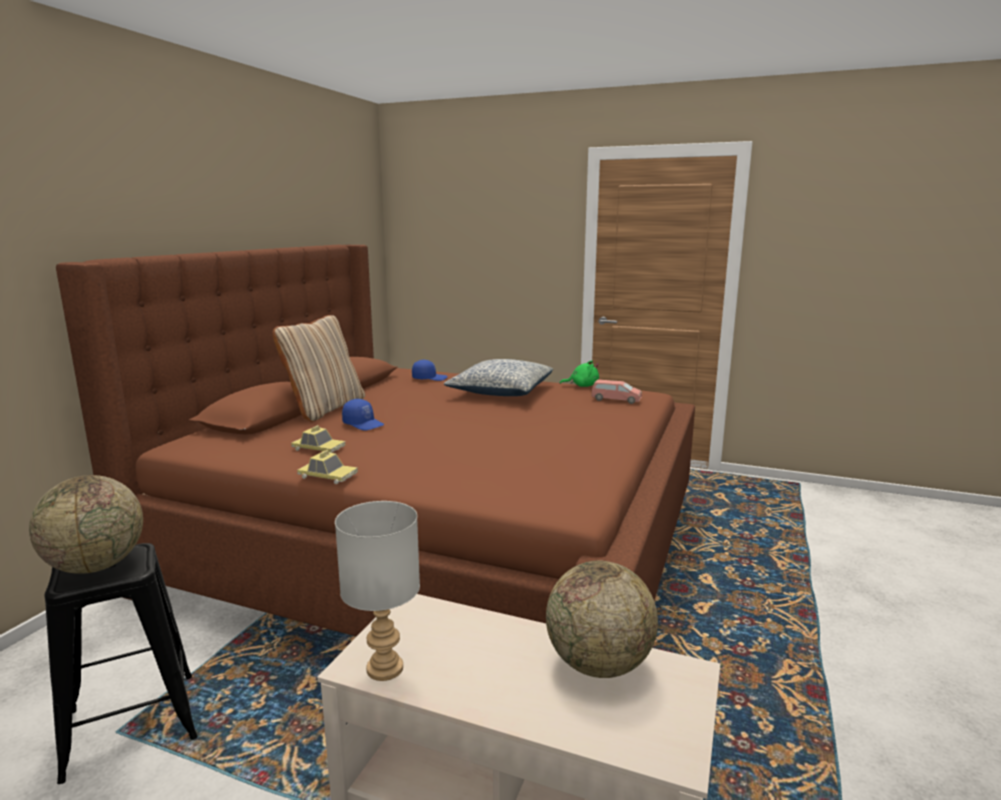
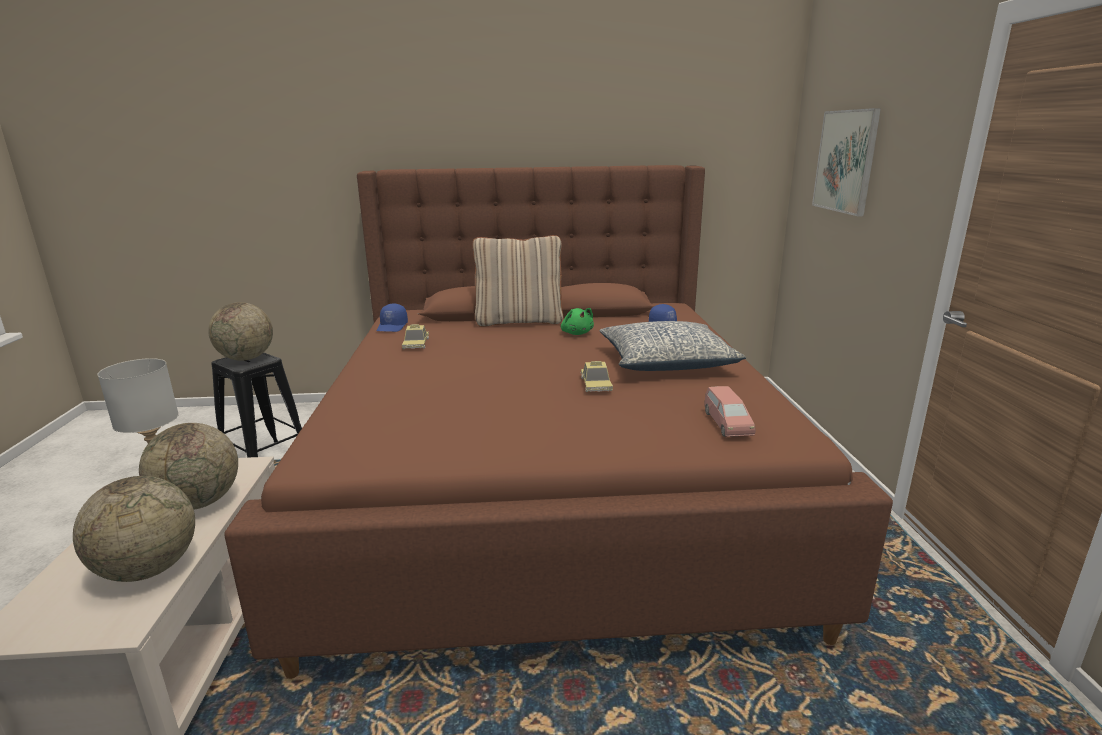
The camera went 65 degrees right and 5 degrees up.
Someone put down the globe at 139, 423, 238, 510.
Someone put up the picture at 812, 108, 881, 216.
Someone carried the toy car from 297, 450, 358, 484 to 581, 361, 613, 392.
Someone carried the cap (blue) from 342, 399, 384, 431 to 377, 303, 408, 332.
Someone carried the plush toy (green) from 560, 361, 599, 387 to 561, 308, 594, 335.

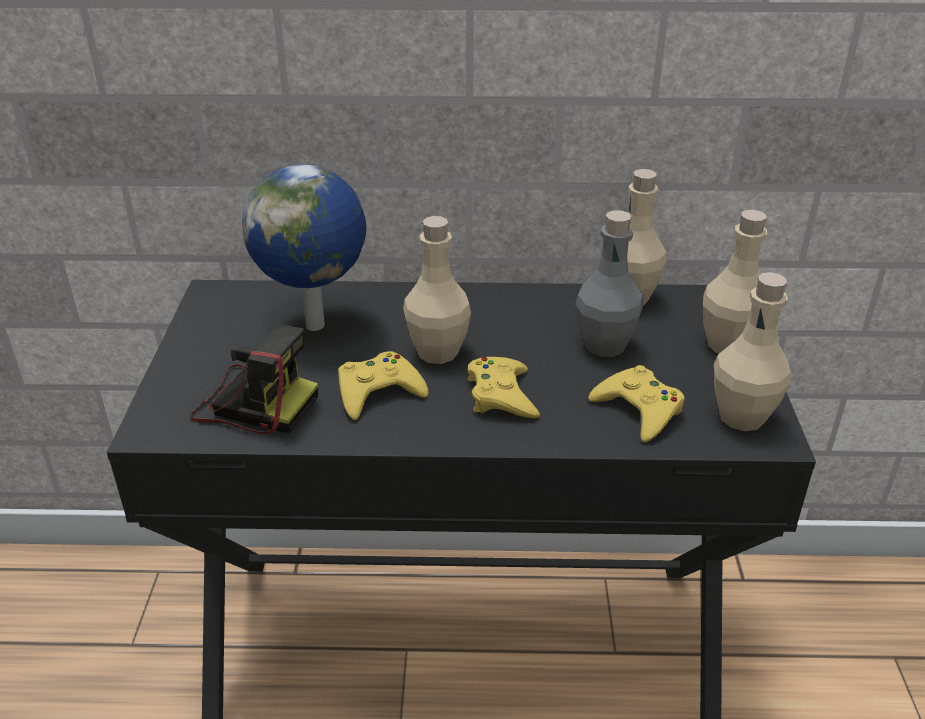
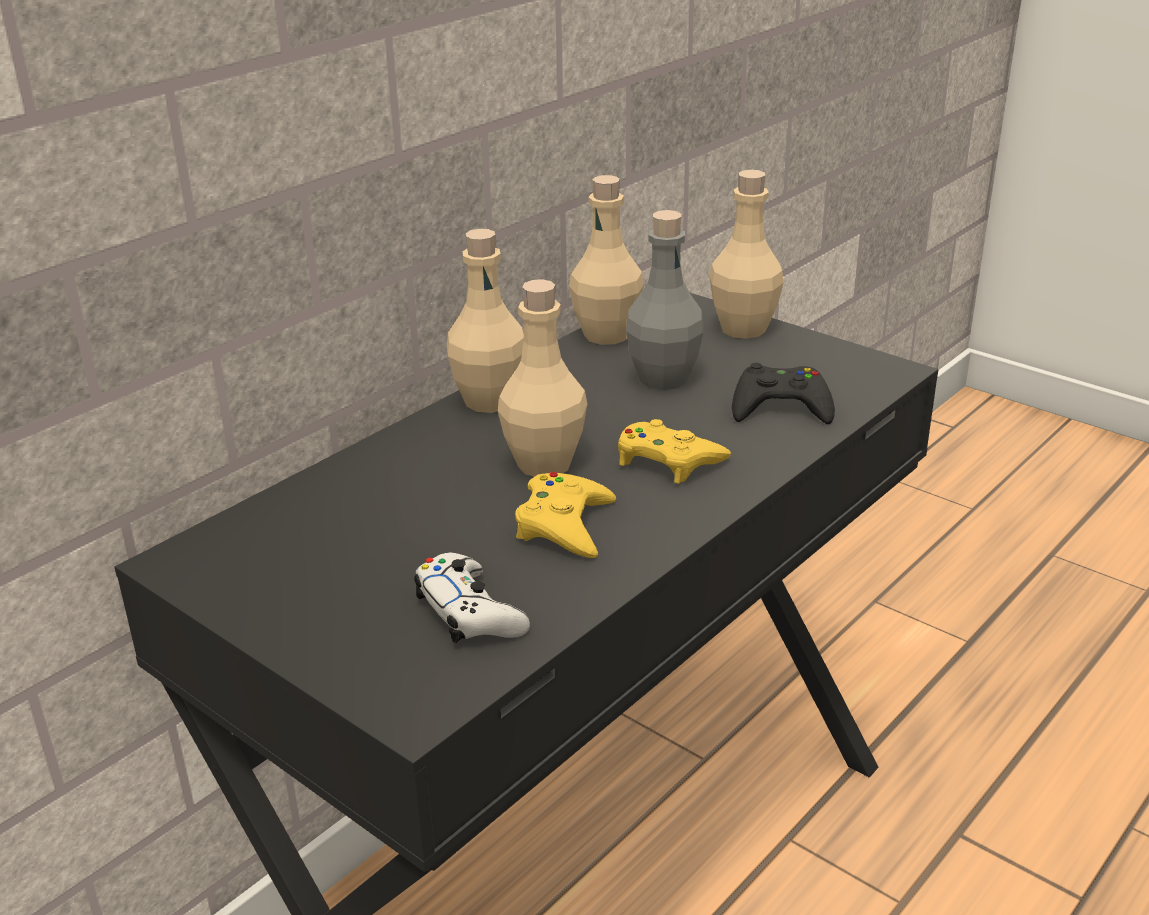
The camera went 50 degrees left and 5 degrees down.
Someone took away the globe at 242, 164, 366, 331.
Someone carried the bottle (beige) from 714, 272, 791, 431 to 447, 229, 524, 413.
Someone swapped the photo camera at 190, 325, 318, 434 for the game controller (white) at 414, 553, 530, 643.
Someone repainted the game controller (yellow) at 588, 365, 684, 442, which became the game controller (black) at 732, 363, 835, 424.

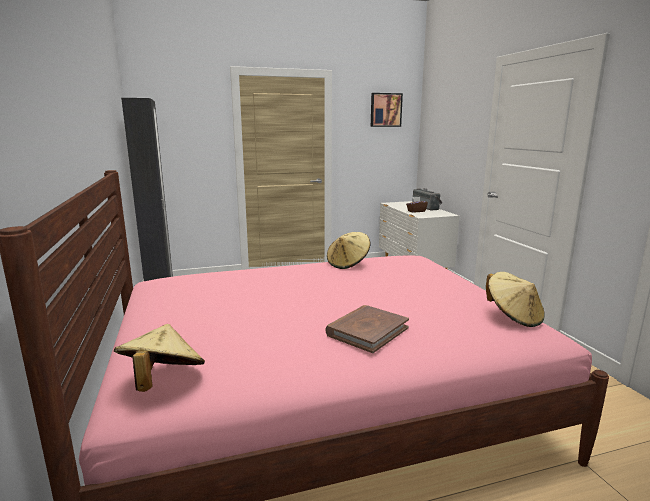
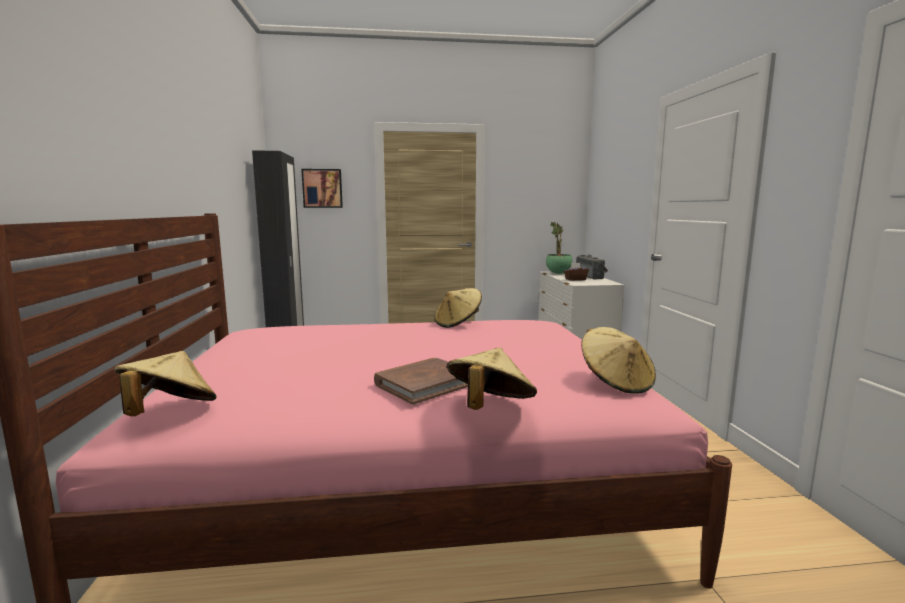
The camera went 10 degrees right and 5 degrees down.
Someone put down the hat (beige) at 447, 348, 537, 410.
Someone put down the potted plant at 546, 222, 572, 274.
Someone carried the picture from 371, 93, 403, 127 to 301, 169, 343, 208.

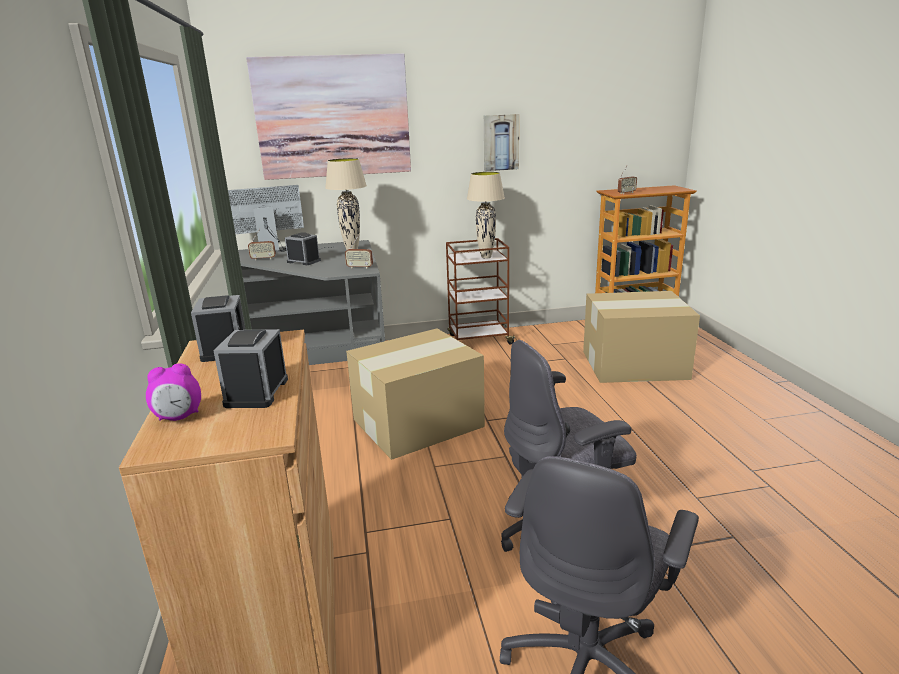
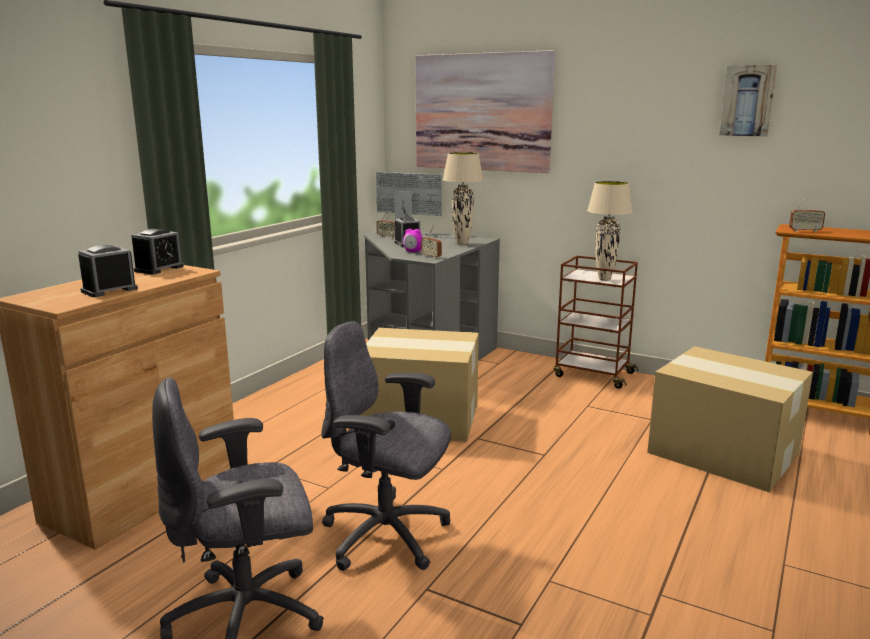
The camera went 40 degrees right and 5 degrees down.
Someone carried the alarm clock from 146, 363, 201, 421 to 403, 229, 423, 252.
Someone carried the picture from 484, 114, 519, 171 to 719, 65, 777, 136.

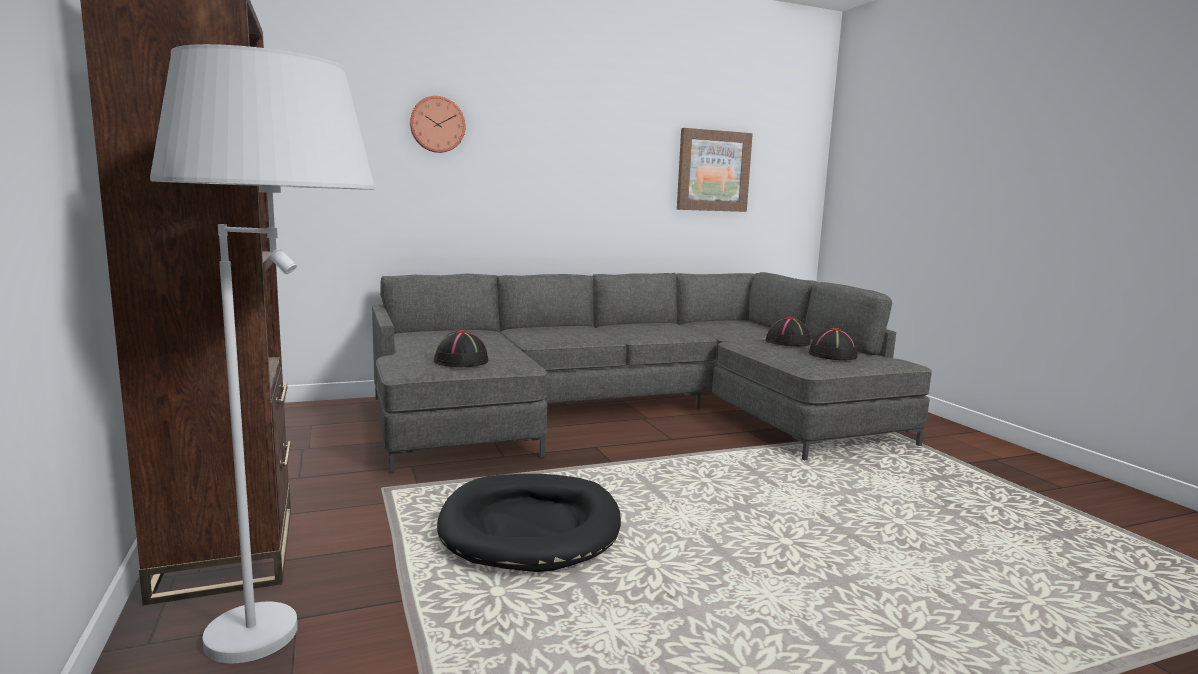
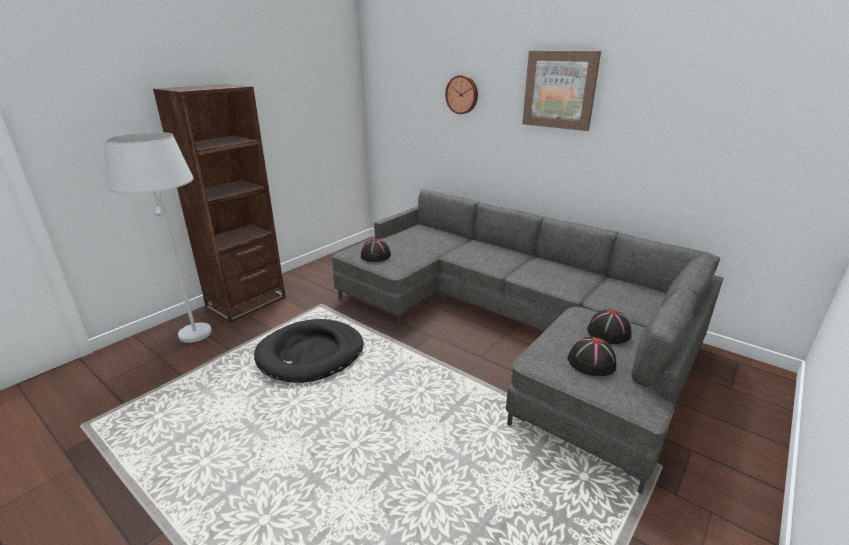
The camera went 60 degrees right and 15 degrees up.
Someone carried the picture from 677, 128, 753, 212 to 522, 51, 601, 131.

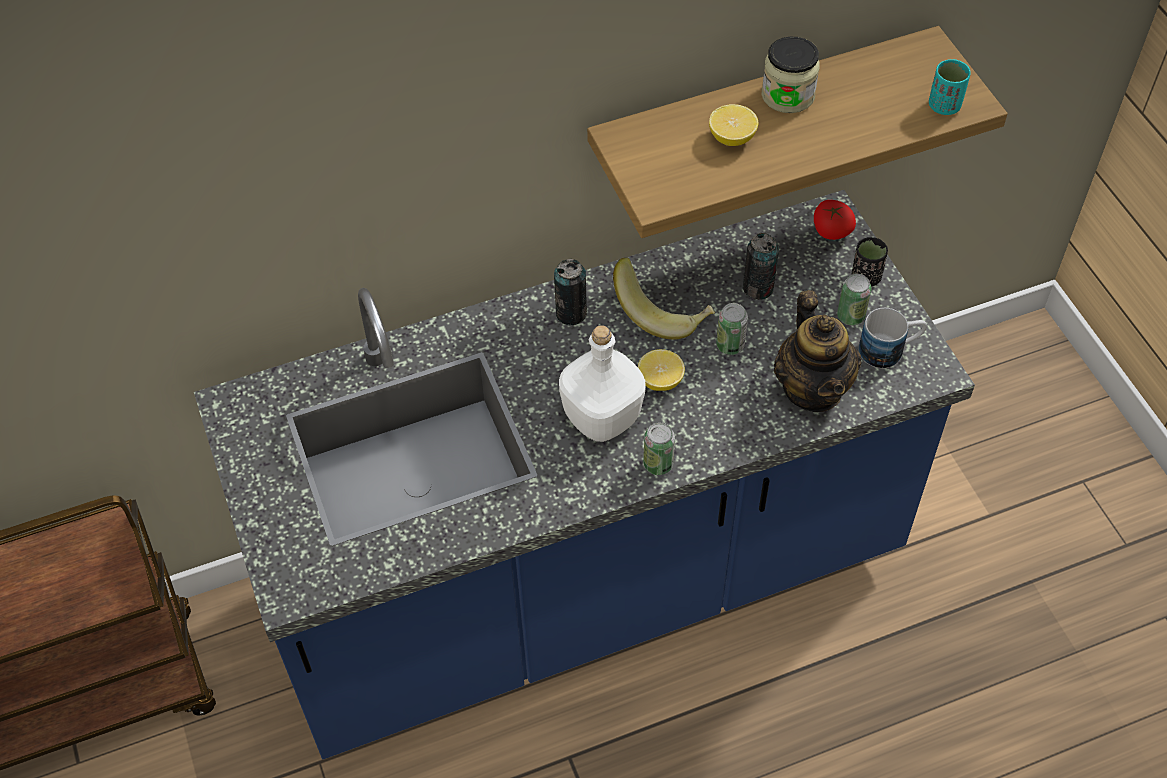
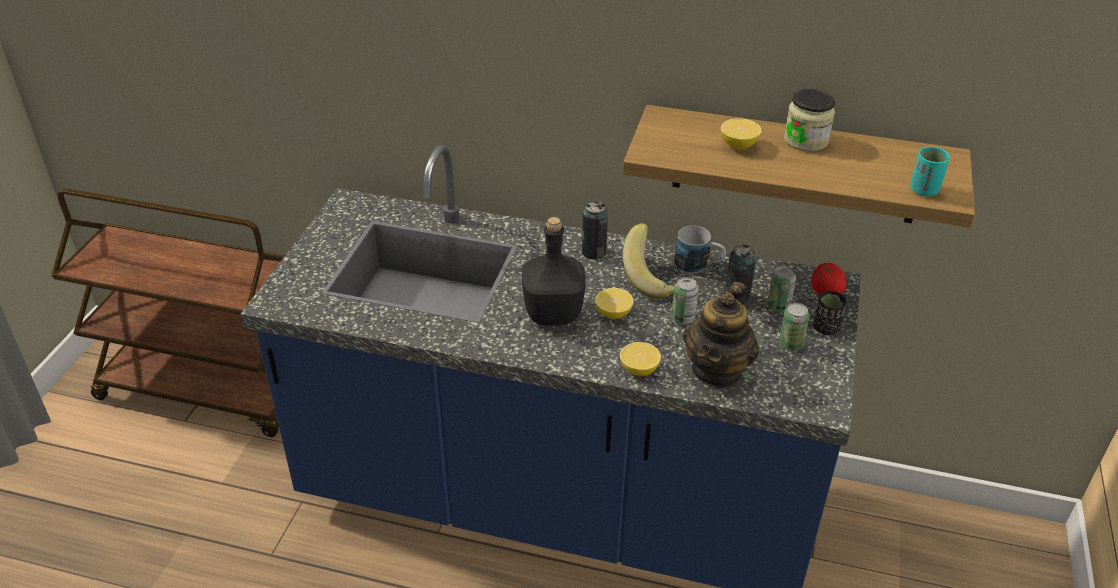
The camera went 35 degrees right and 15 degrees down.
Someone put down the lemon at 620, 342, 661, 376.
Someone carried the can from 643, 423, 675, 475 to 767, 266, 796, 312.
Someone carried the mug from 859, 308, 927, 369 to 674, 225, 726, 273.
Someone repainted the bottle (white) at 559, 325, 646, 442, which became the bottle (black) at 522, 217, 586, 326.

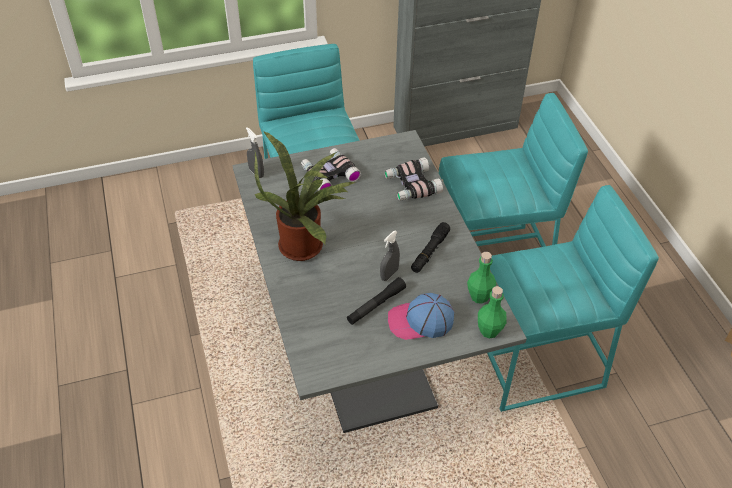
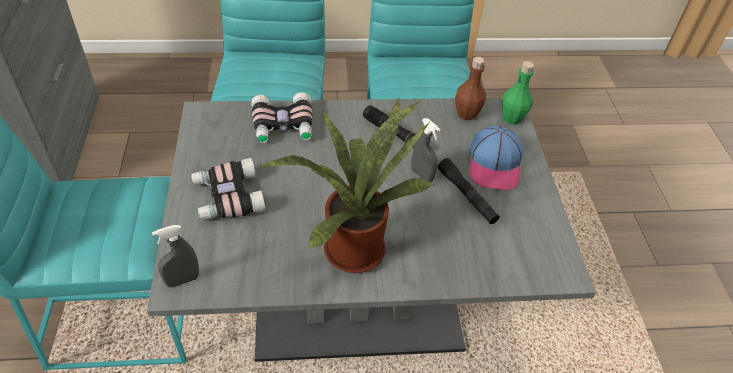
The camera went 80 degrees left and 0 degrees up.
Someone repainted the bottle (green) at 467, 252, 496, 304, which became the bottle (brown) at 455, 57, 486, 120.

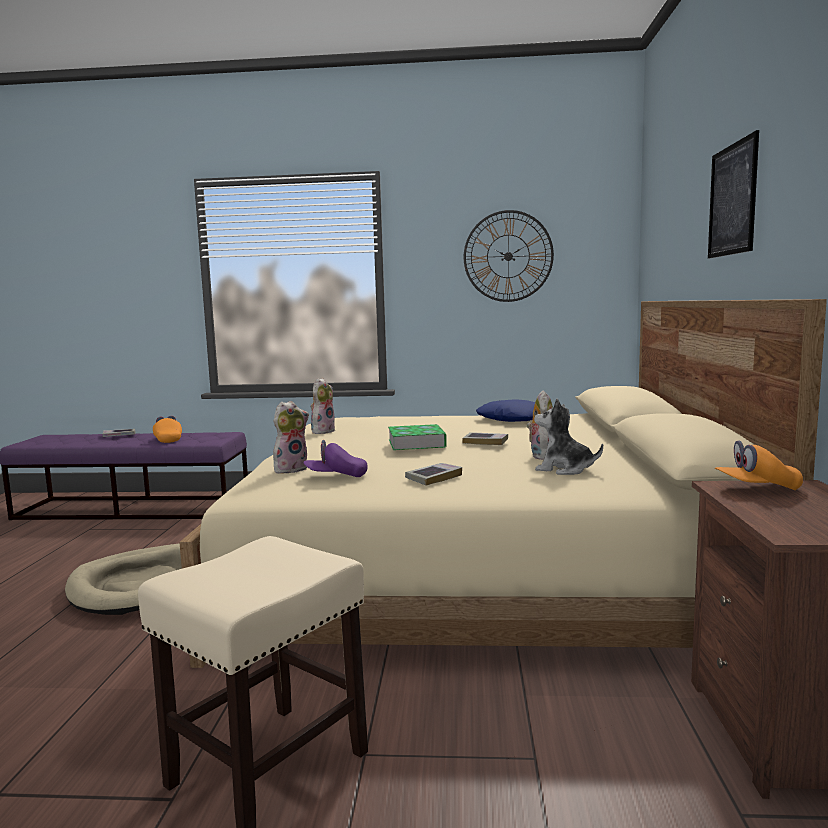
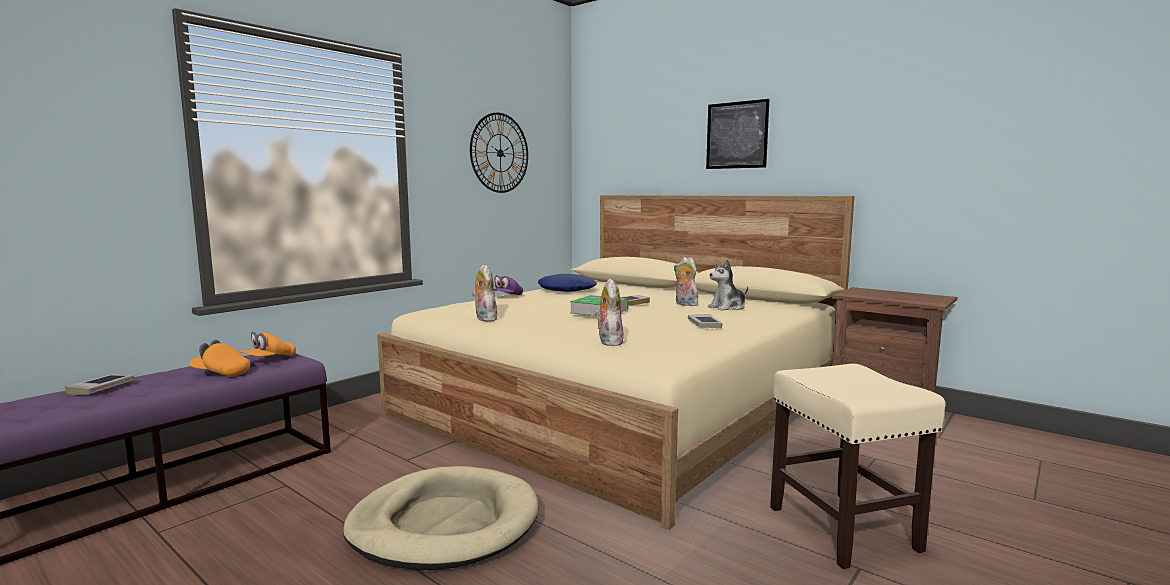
The camera went 55 degrees left and 0 degrees up.
Someone carried the cap (purple) from 304, 440, 368, 477 to 494, 275, 523, 295.
Someone carried the cap (orange) from 715, 440, 803, 490 to 241, 332, 296, 357.

